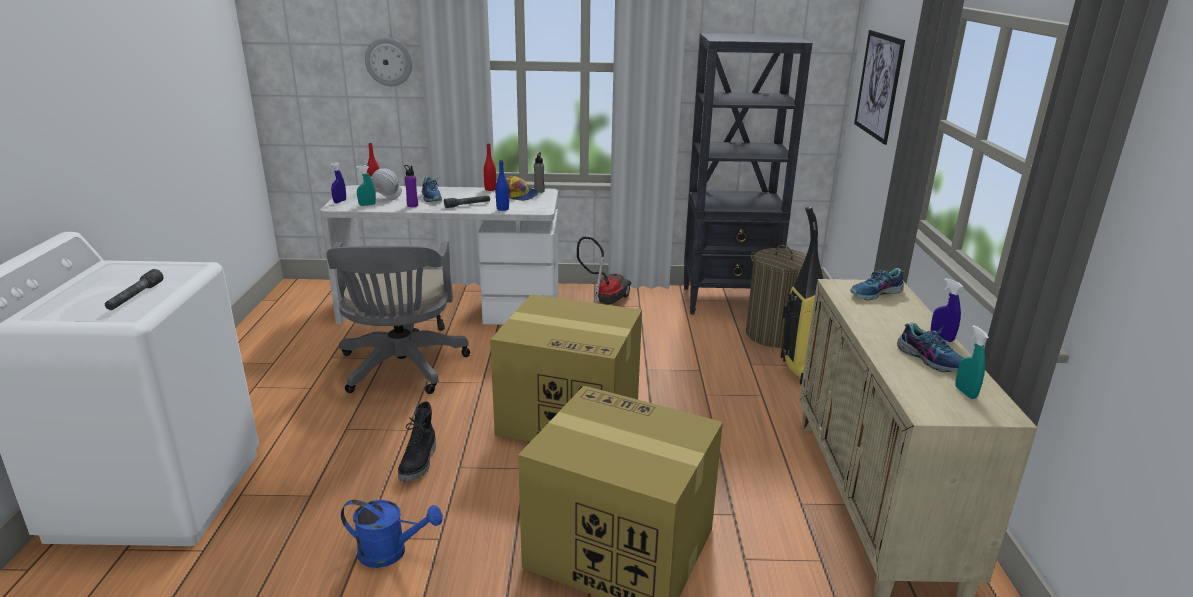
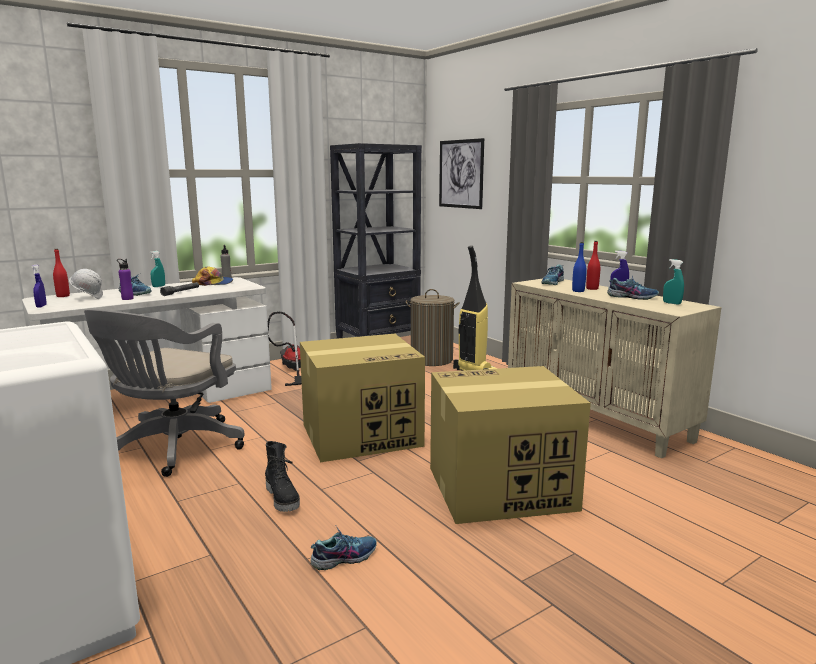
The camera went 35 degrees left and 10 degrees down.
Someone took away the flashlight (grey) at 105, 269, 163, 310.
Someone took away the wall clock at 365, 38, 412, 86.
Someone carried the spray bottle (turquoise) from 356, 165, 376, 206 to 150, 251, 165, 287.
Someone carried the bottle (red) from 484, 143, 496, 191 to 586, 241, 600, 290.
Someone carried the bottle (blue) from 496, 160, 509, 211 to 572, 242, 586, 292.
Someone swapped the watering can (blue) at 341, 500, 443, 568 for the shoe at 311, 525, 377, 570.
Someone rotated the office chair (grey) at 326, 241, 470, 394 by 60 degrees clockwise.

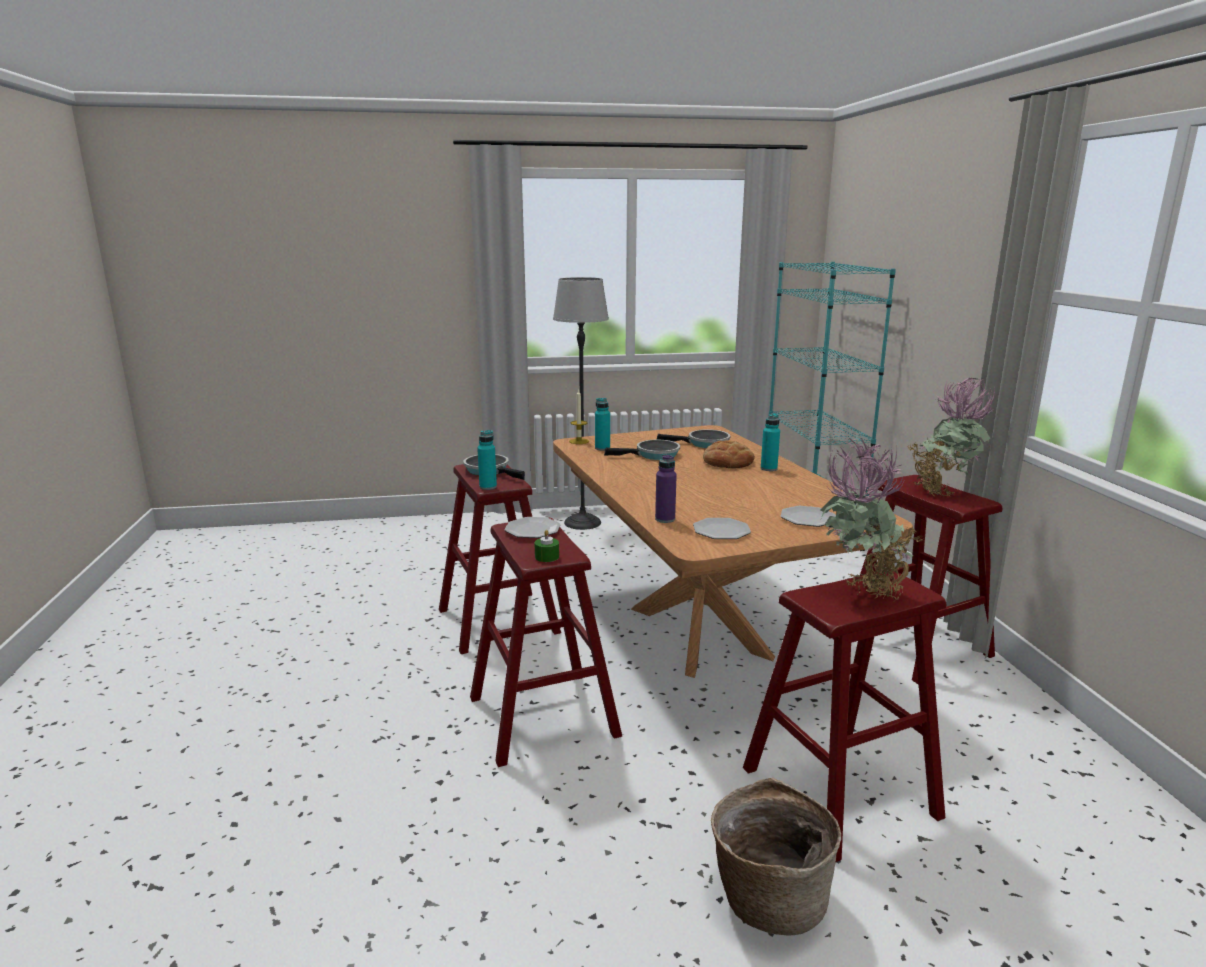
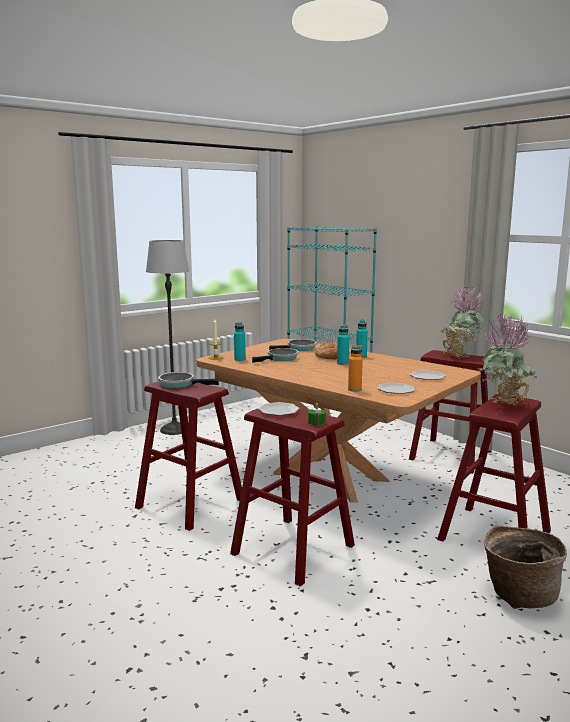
The camera went 30 degrees left and 5 degrees down.
Someone carried the bottle (turquoise) from 477, 430, 497, 490 to 337, 325, 349, 365.
Someone repainted the bottle (purple) at 655, 454, 677, 523, which became the bottle (orange) at 348, 345, 363, 392.

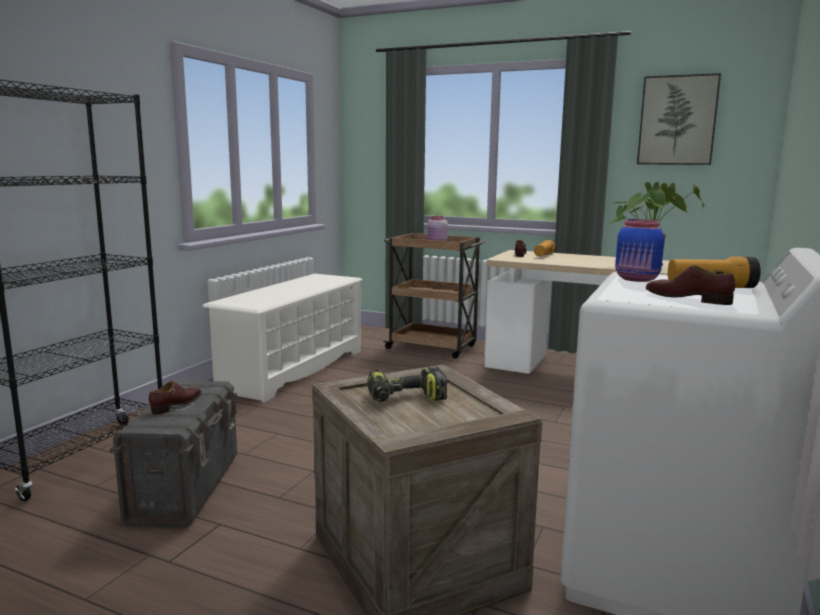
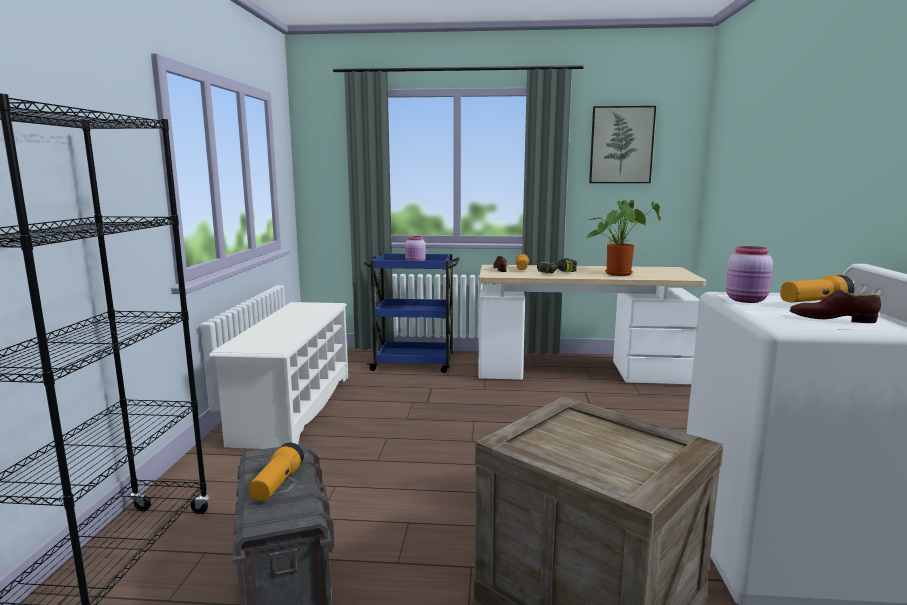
The camera went 20 degrees left and 0 degrees up.
Someone carried the power drill from 367, 367, 447, 402 to 537, 258, 577, 274.
Someone swapped the shoe (brown) at 149, 381, 201, 414 for the flashlight at 249, 442, 304, 501.
Someone repainted the cart (brown) at 383, 233, 486, 359, which became the cart (blue) at 364, 253, 460, 373.
Someone repainted the jar (blue) at 615, 219, 665, 282, which became the jar (pink) at 726, 246, 773, 303.

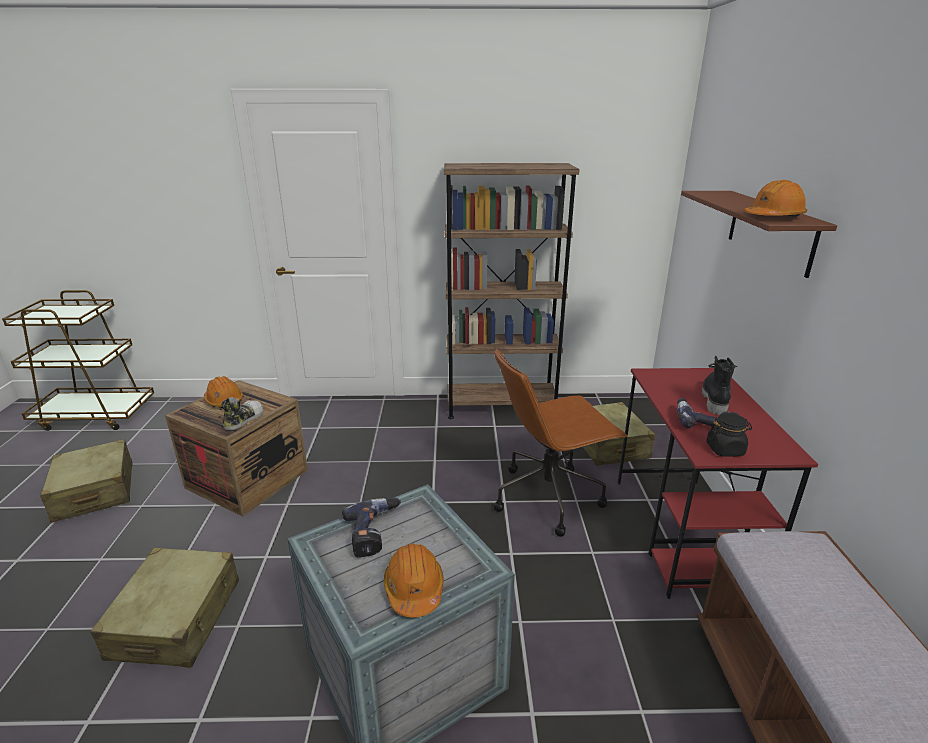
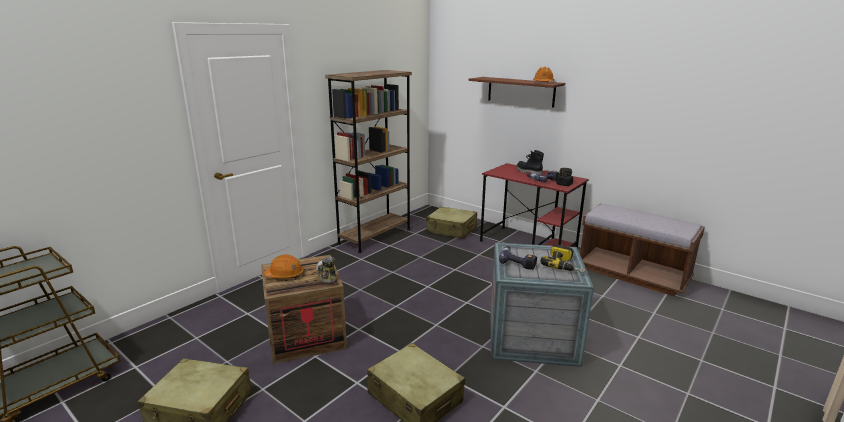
The camera went 50 degrees left and 5 degrees down.
Someone took away the office chair (brown) at 494, 349, 628, 537.
Someone swapped the hard hat (orange) at 384, 543, 444, 617 for the power drill at 541, 244, 586, 274.

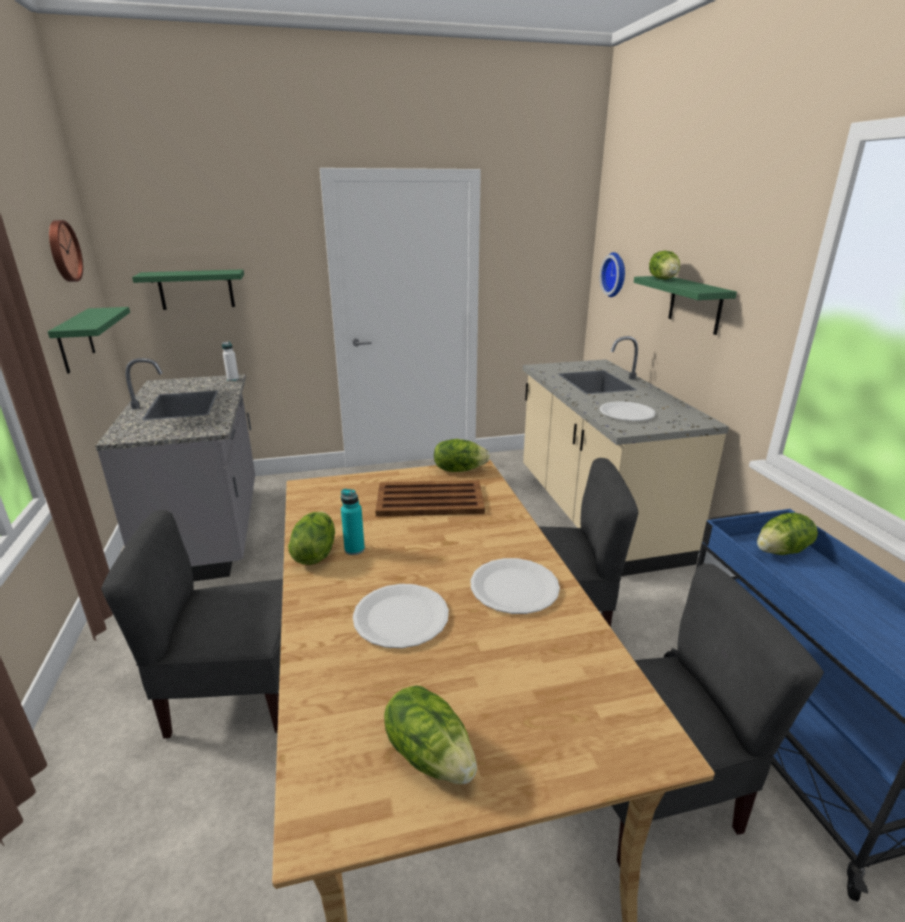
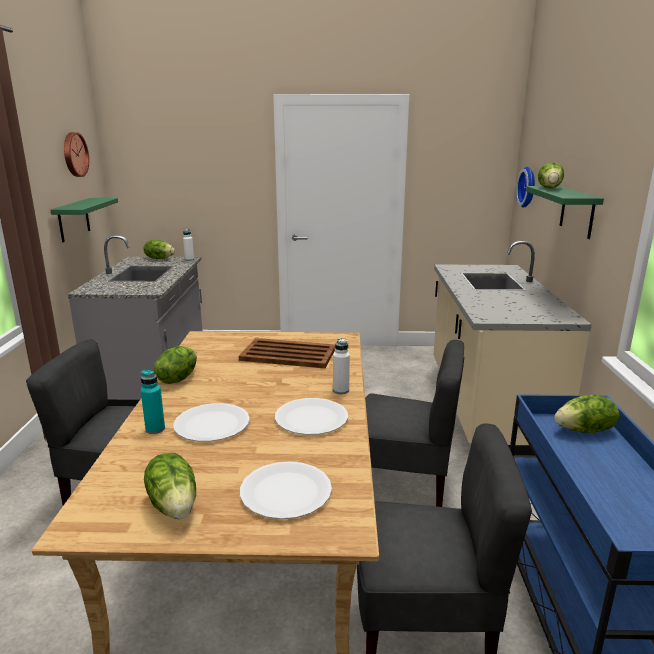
The camera went 15 degrees right and 5 degrees down.
Someone took away the shelf (green) at 132, 269, 244, 310.
Someone put down the bottle (white) at 333, 338, 350, 394.
Someone carried the bottle (turquoise) from 341, 489, 365, 555 to 141, 370, 165, 434.
Someone carried the lettuce from 434, 439, 490, 472 to 143, 240, 175, 259.
Someone carried the plate (white) from 600, 401, 656, 421 to 240, 461, 332, 520.

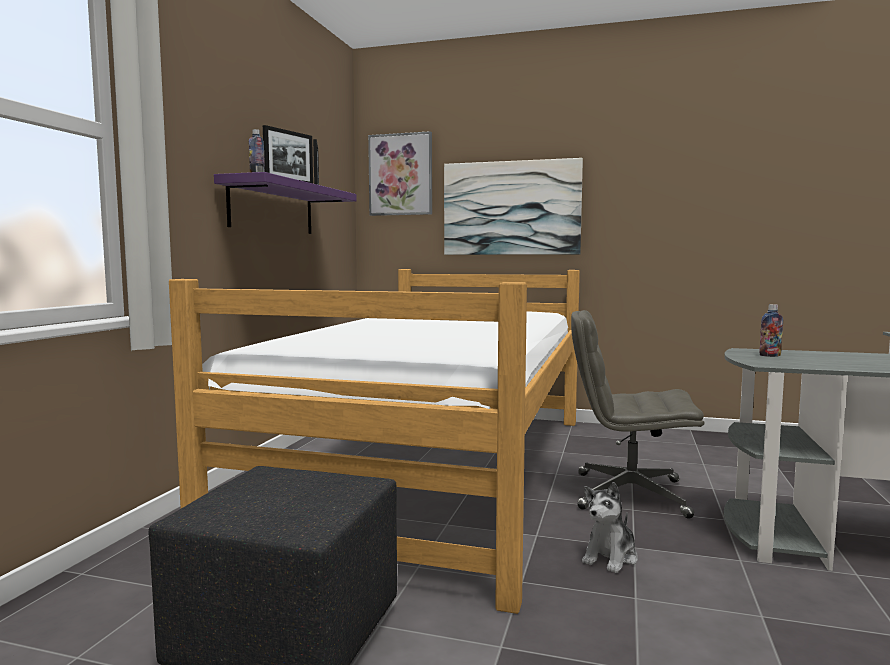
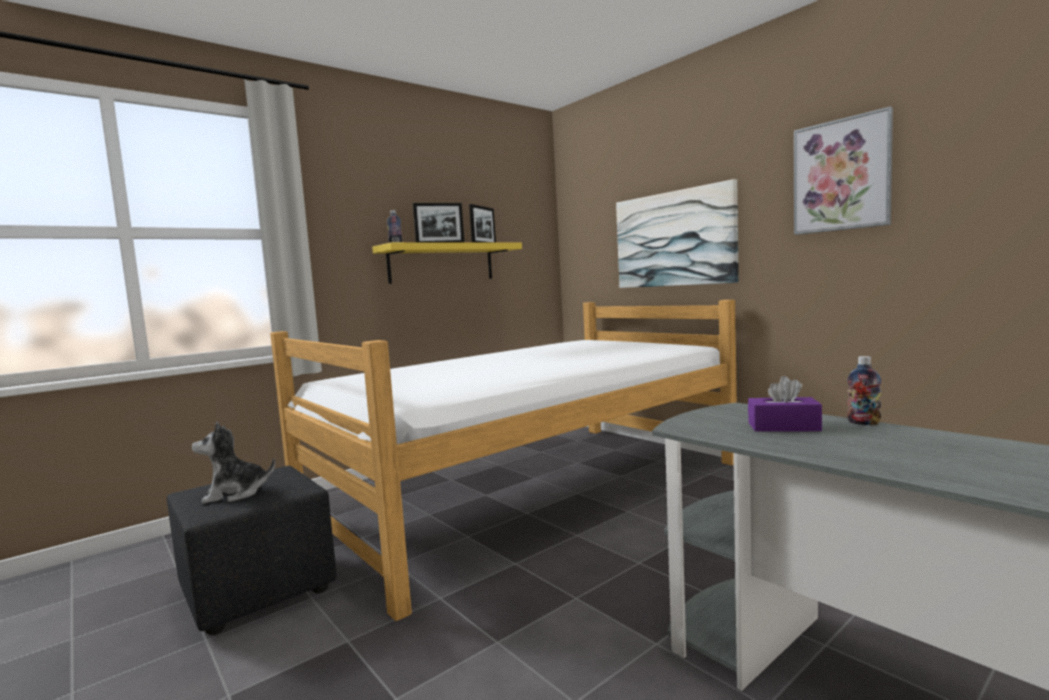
The camera went 35 degrees right and 0 degrees up.
Someone took away the office chair (grey) at 571, 310, 704, 519.
Someone put down the tissue box (purple) at 748, 376, 822, 432.
Someone carried the picture from 368, 131, 432, 216 to 794, 107, 893, 235.
Someone carried the plush toy from 582, 482, 638, 573 to 192, 422, 275, 504.
Someone carried the bottle from 759, 304, 783, 357 to 847, 356, 881, 425.
Someone repainted the shelf (purple) at 214, 172, 357, 234, which became the shelf (yellow) at 372, 242, 522, 284.

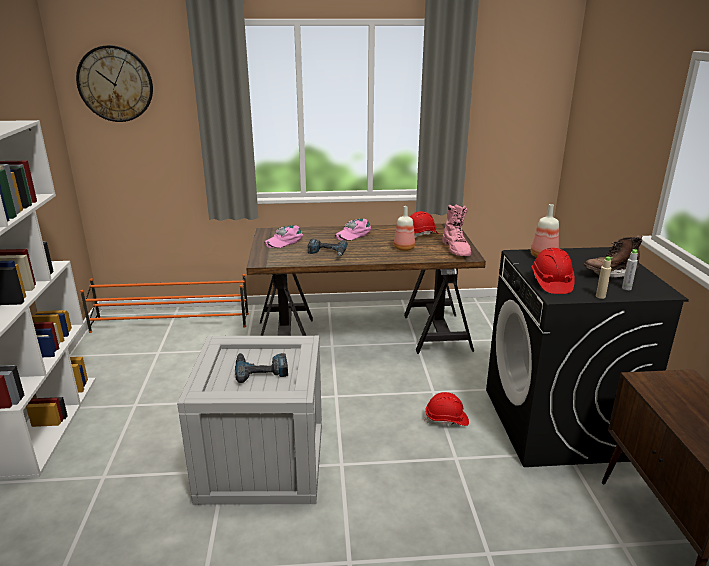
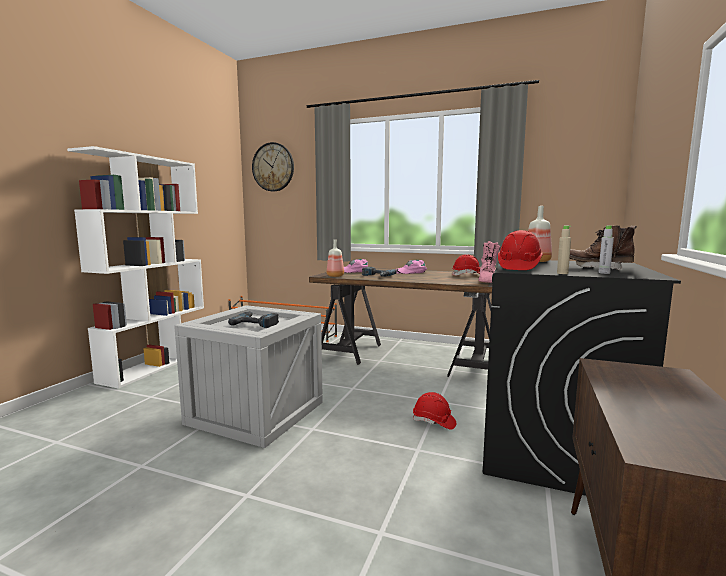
The camera went 25 degrees right and 15 degrees down.
Someone carried the bottle from 394, 206, 415, 251 to 327, 240, 344, 277.

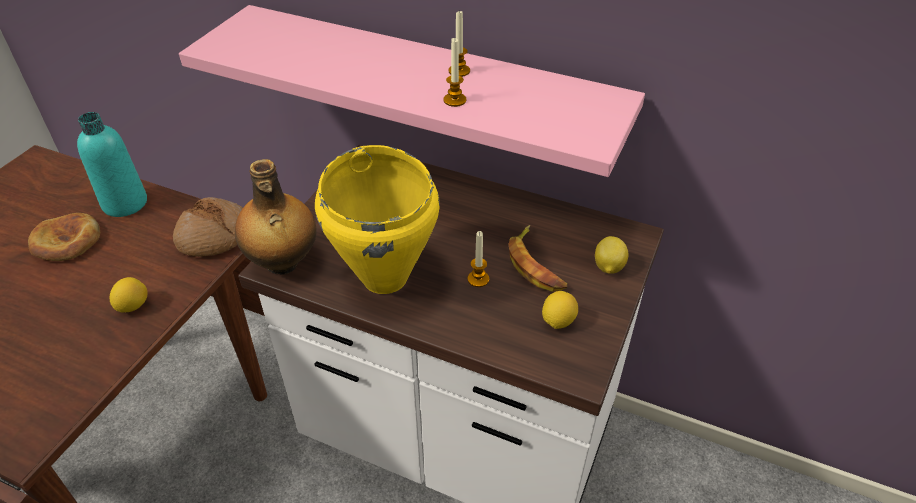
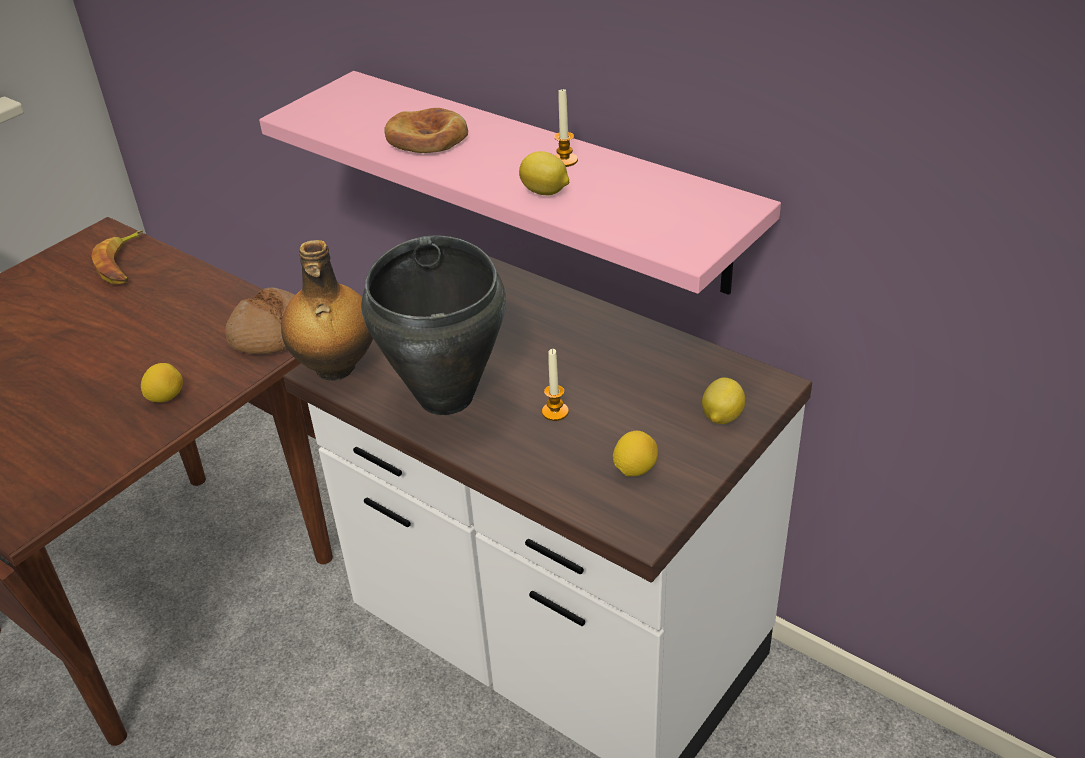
The camera went 15 degrees right and 5 degrees down.
Someone took away the bottle (turquoise) at 77, 112, 147, 217.
Someone carried the bread from 28, 213, 100, 261 to 384, 108, 468, 153.
Someone carried the banana from 508, 225, 567, 292 to 91, 230, 143, 284.
Someone swapped the candle at 443, 38, 466, 107 for the lemon at 519, 151, 569, 195.
Someone repainted the cooking pot (yellow) at 315, 145, 440, 294, which became the cooking pot (black) at 361, 236, 506, 415.

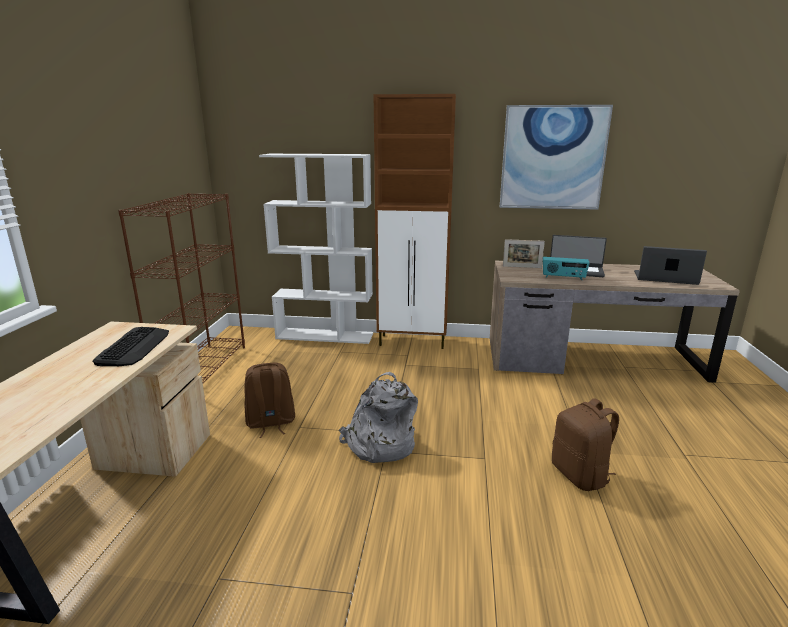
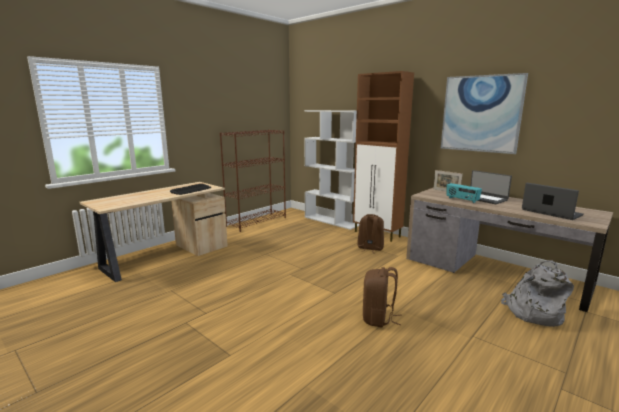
The camera went 35 degrees right and 5 degrees down.
Someone carried the backpack (brown) from 244, 363, 295, 438 to 357, 214, 384, 254.
Someone carried the backpack (grey) from 339, 372, 418, 463 to 501, 260, 574, 327.

